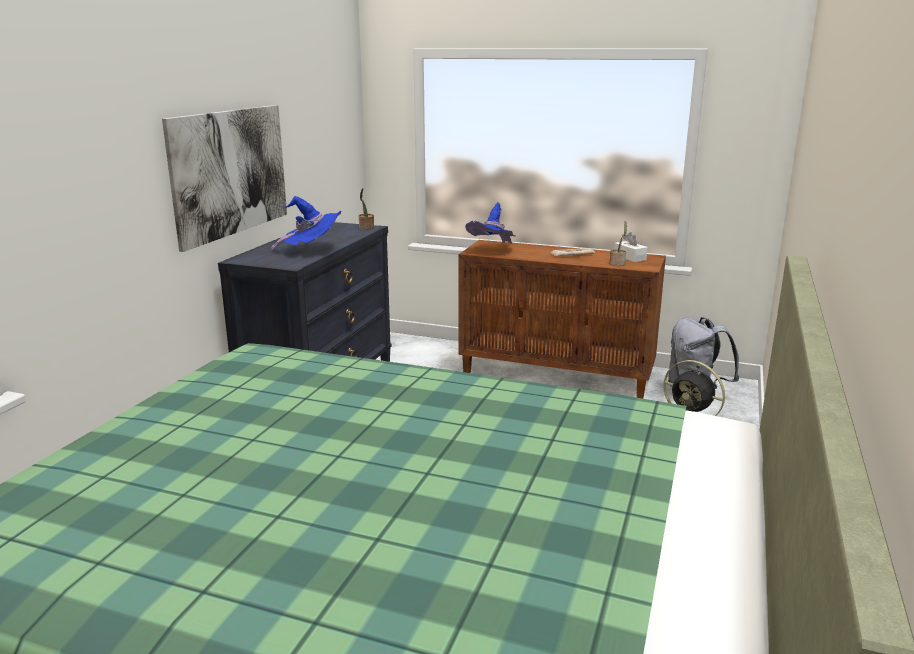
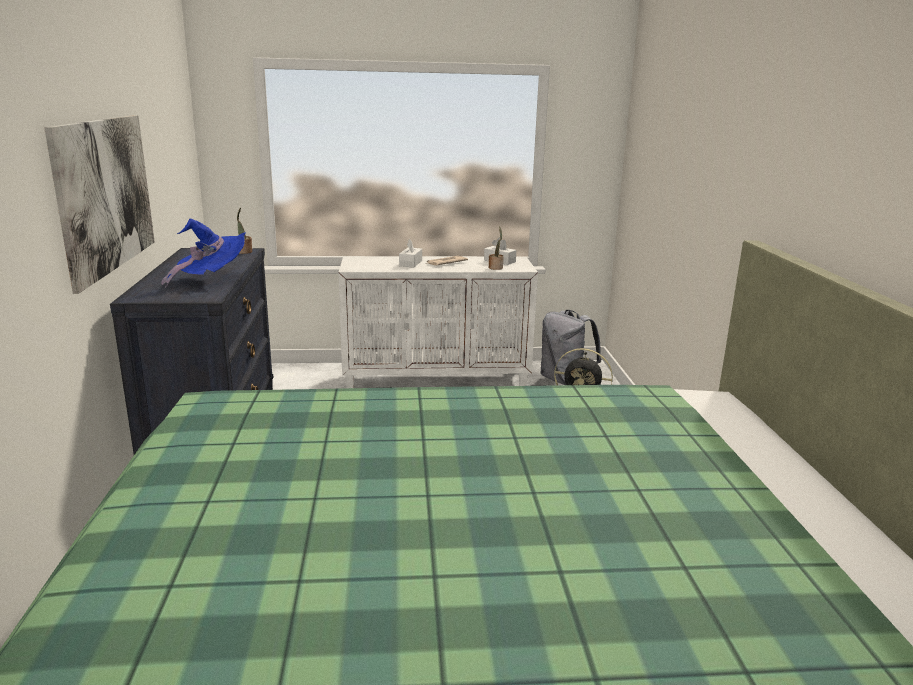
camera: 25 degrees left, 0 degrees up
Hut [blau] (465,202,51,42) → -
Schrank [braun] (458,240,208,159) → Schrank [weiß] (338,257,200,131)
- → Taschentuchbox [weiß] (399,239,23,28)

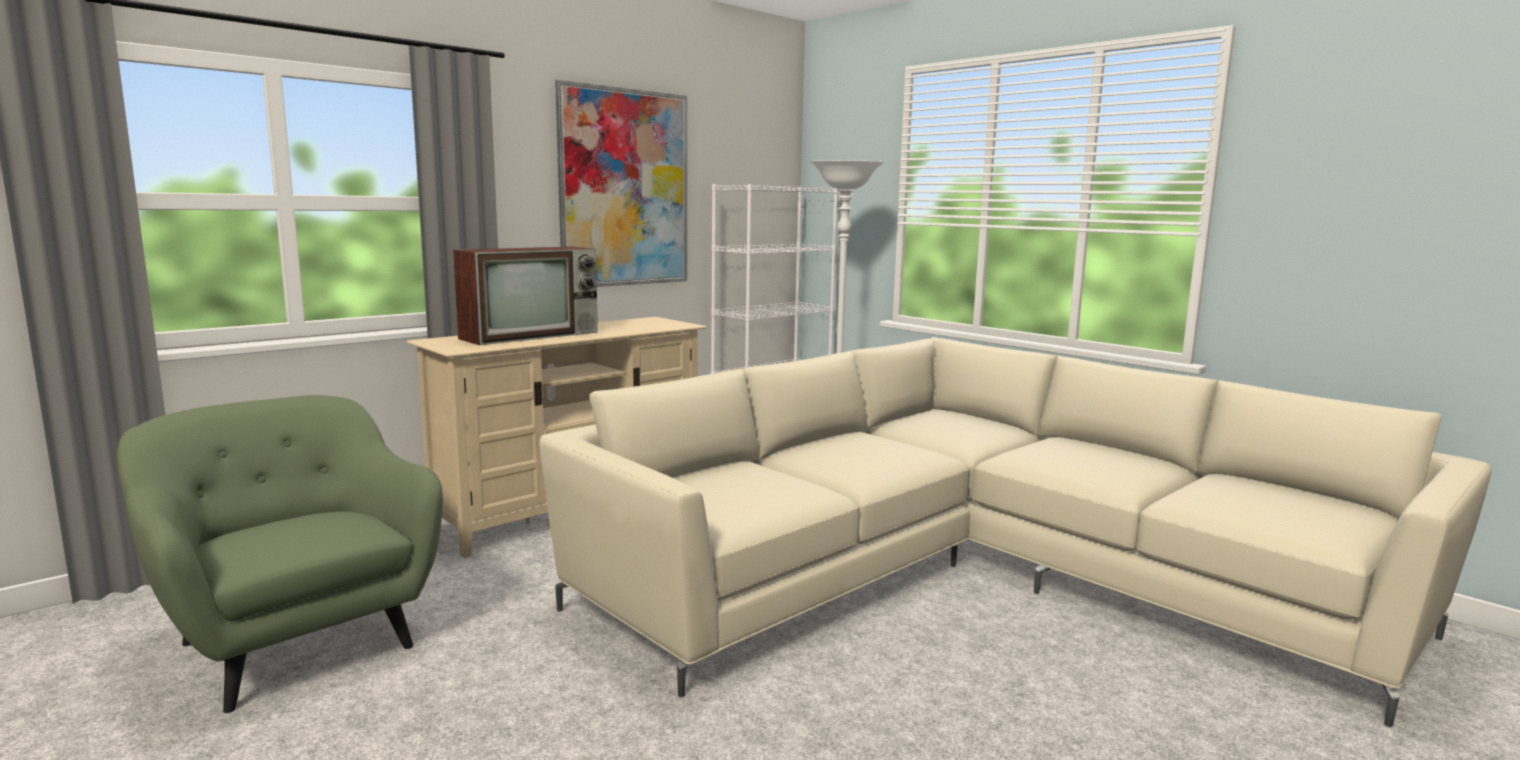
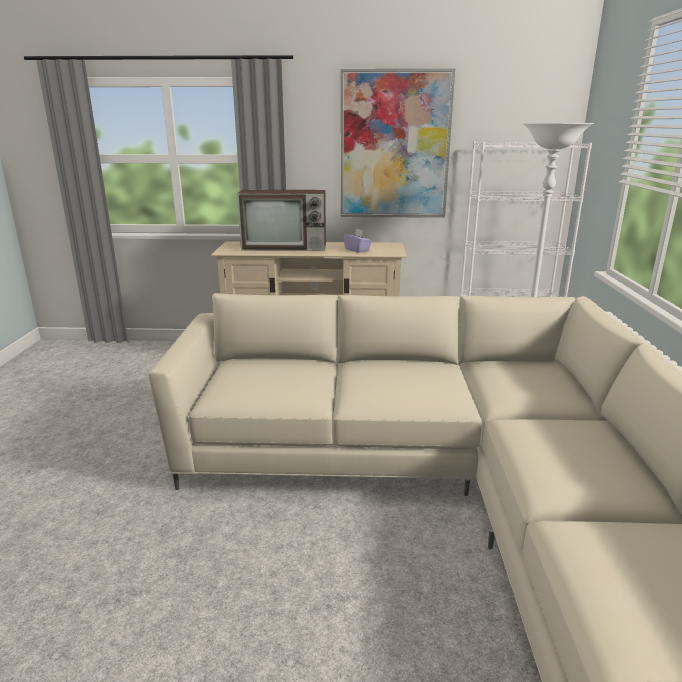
camera: 45 degrees right, 10 degrees up
Sessel [grün] (117,395,326,318) → -
- → Taschentuchbox [lila] (343,229,29,24)

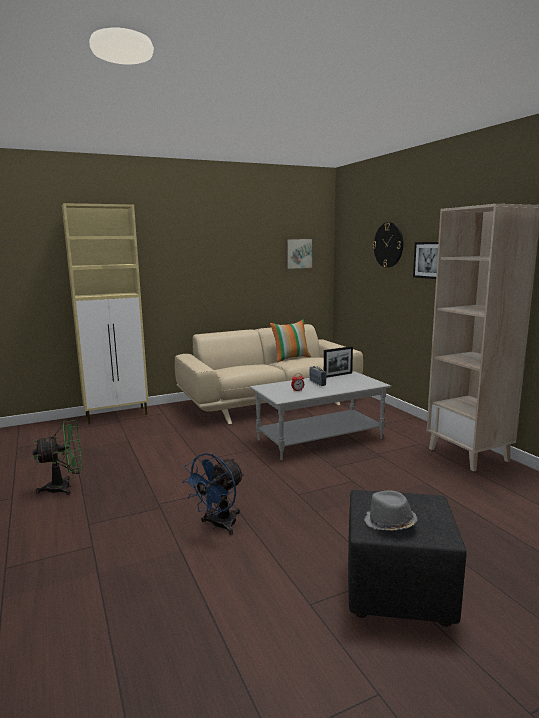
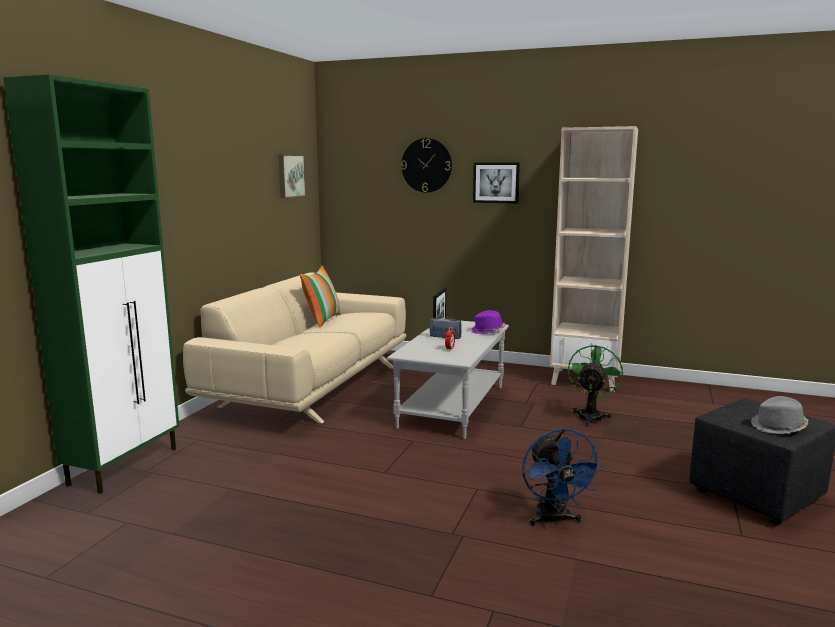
camera: 45 degrees left, 0 degrees up
Schrank [beige] (62,203,87,221) → Schrank [grün] (3,75,176,419)
Ventilator [grün] (32,420,50,75) → Ventilator [grün] (568,343,55,83), shifted
- → Hut [lila] (472,310,34,24)

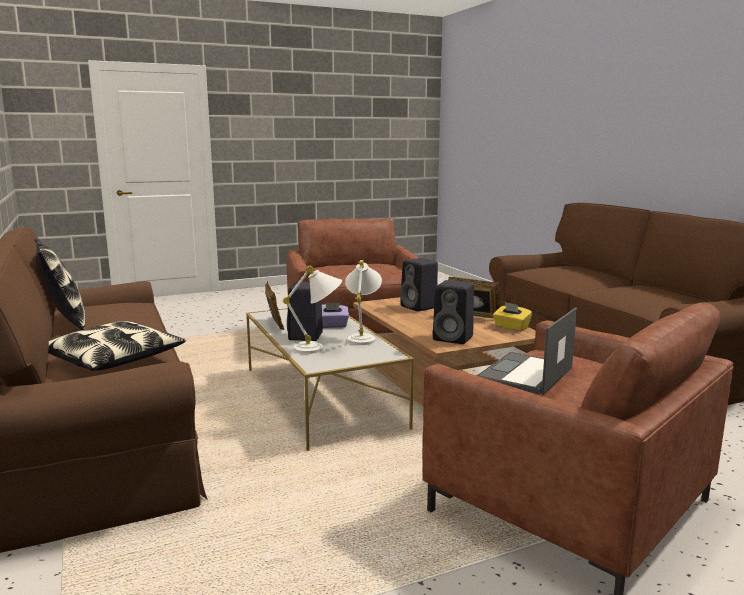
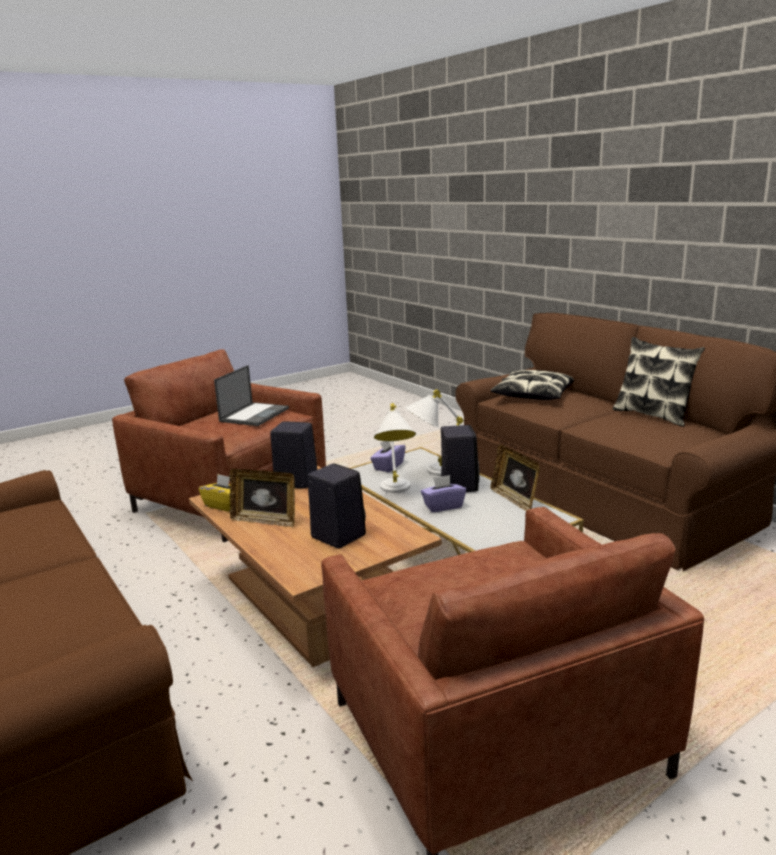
camera: 170 degrees right, 5 degrees up
- → Taschentuchbox [lila] (370,441,35,31)

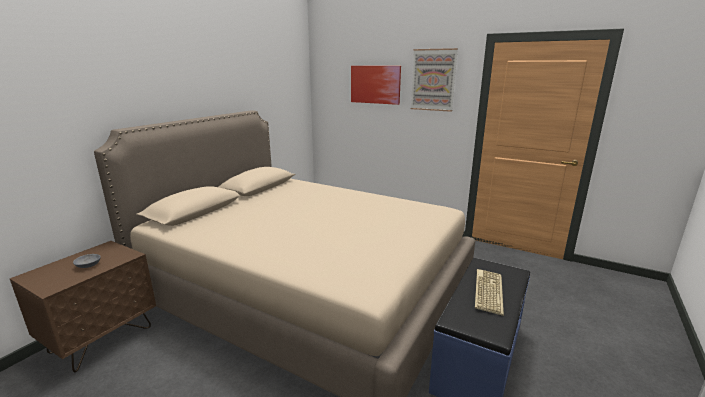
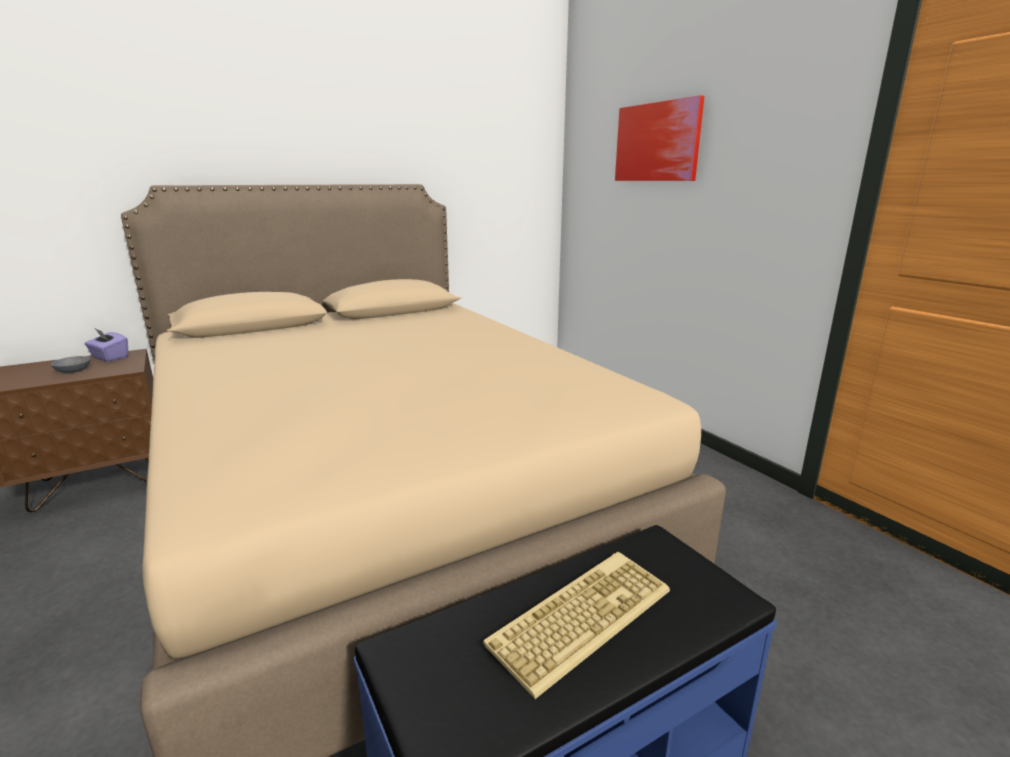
camera: 30 degrees right, 0 degrees up
Bild (411,48,47,64) → -
- → Taschentuchbox [lila] (85,329,43,33)

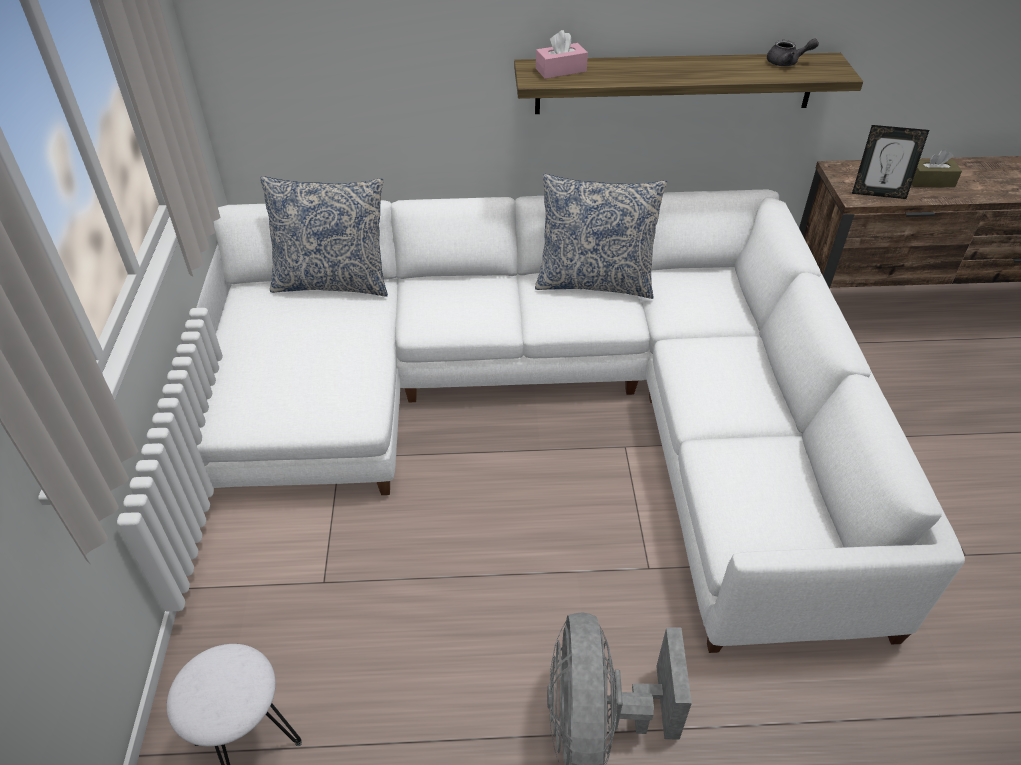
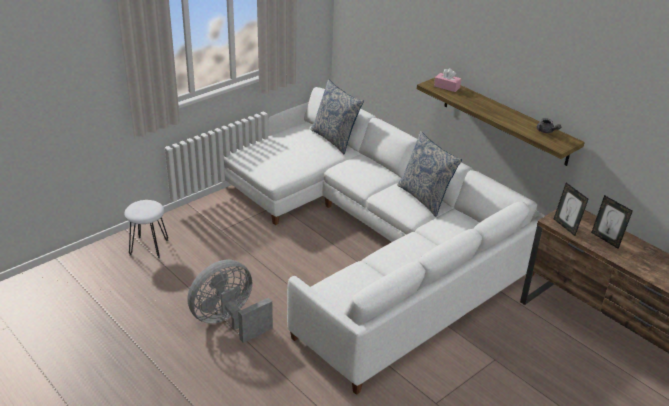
camera: 50 degrees right, 10 degrees down
Taschentuchbox [braun] (912,150,50,37) → Bilderrahmen (591,195,42,54)

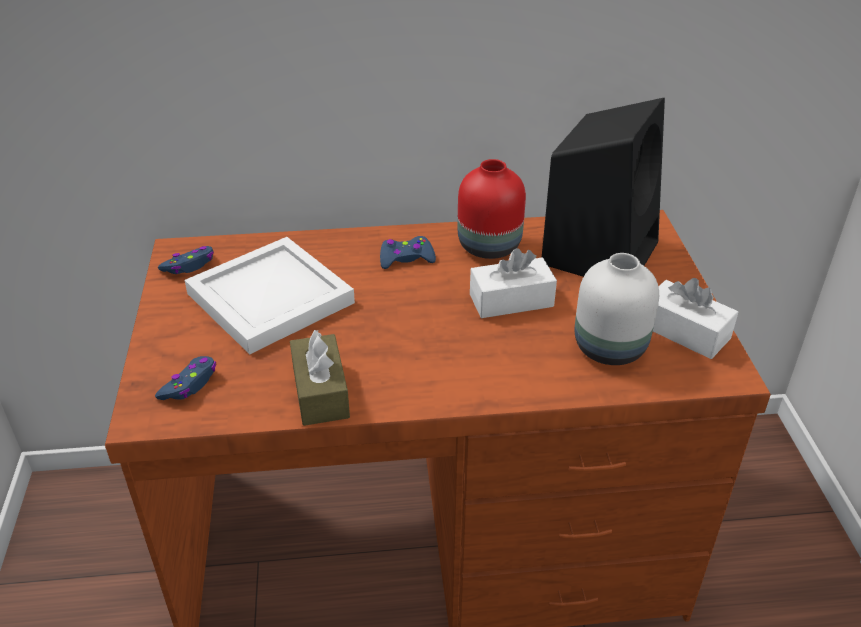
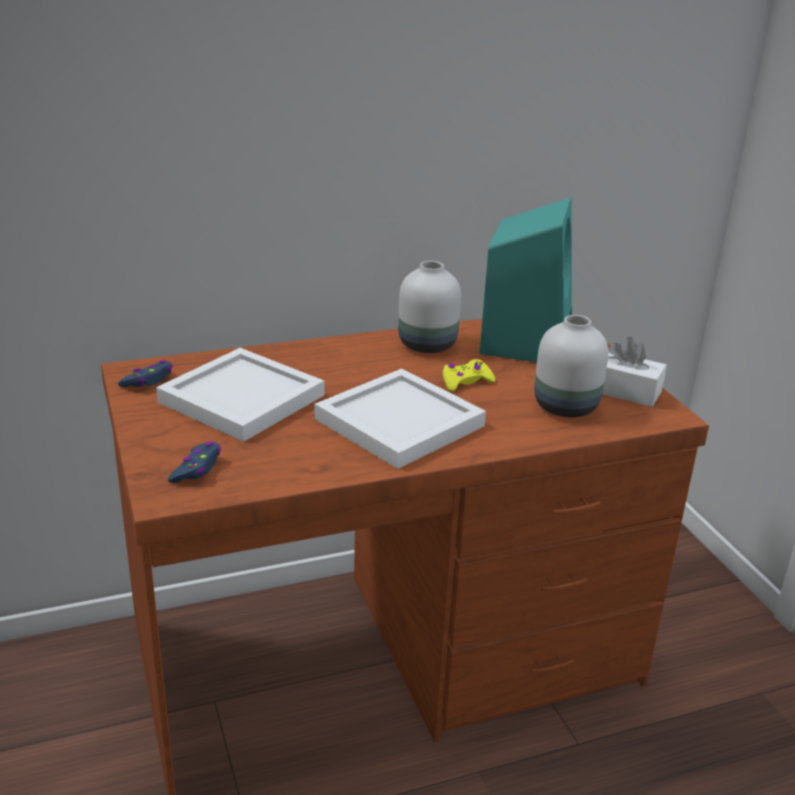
camera: 15 degrees left, 10 degrees down
Lautsprecher [schwarz] (542,98,123,179) → Lautsprecher [türkis] (479,197,93,165)
Vase [rot] (458,159,68,100) → Vase [weiß] (398,261,63,92)
Gamepad [blau] (380,236,56,33) → -
Taschentuchbox [weiß] (470,248,87,70) → Gamepad [gelb] (442,359,54,32)
Taschentuchbox [braun] (290,330,60,96) → -
- → Tablett [weiß] (315,368,171,101)

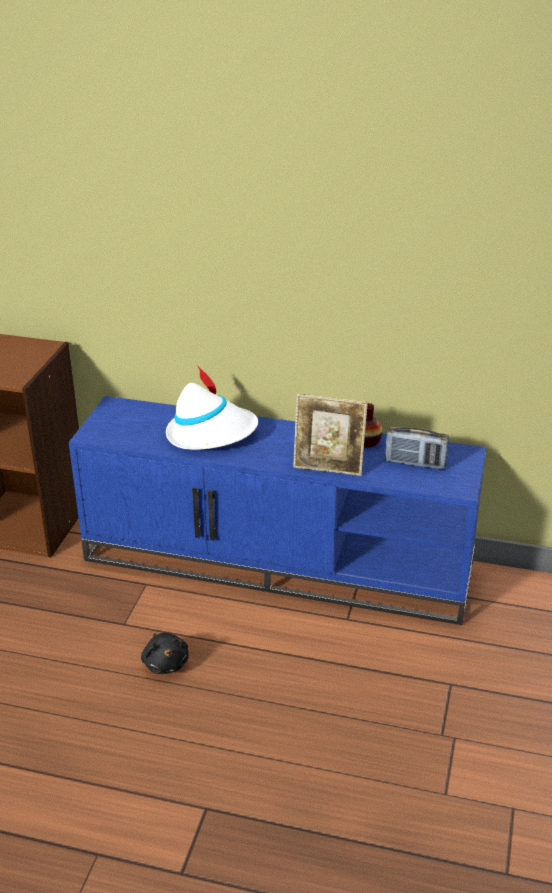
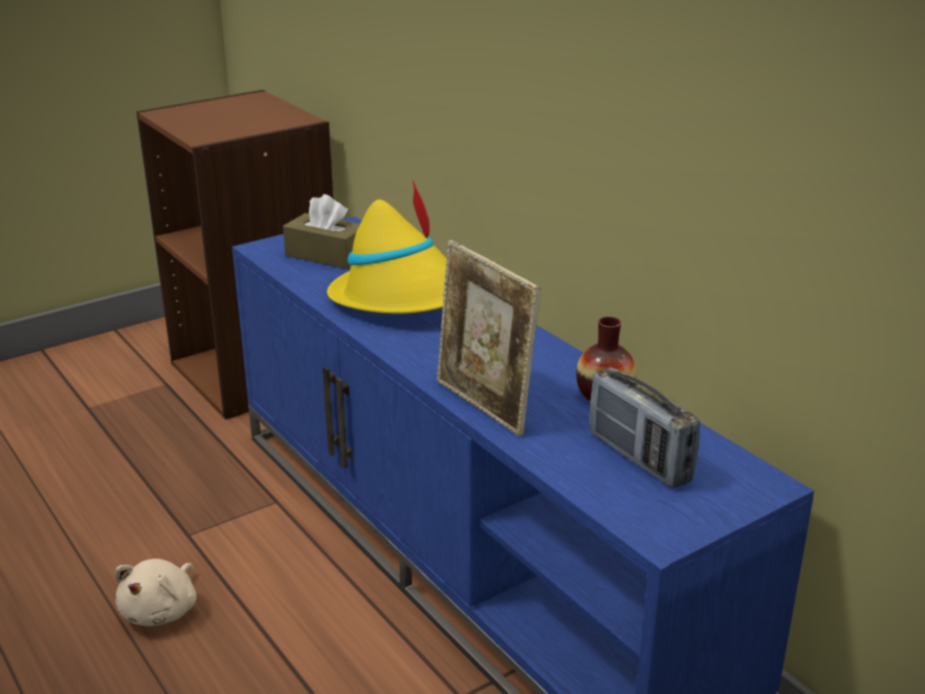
camera: 40 degrees right, 5 degrees down
Hut [weiß] (166,365,92,85) → Hut [gelb] (327,179,120,135)
Plüschtier [schwarz] (141,633,48,41) → Plüschtier [beige] (115,559,82,67)
- → Taschentuchbox [braun] (283,194,77,75)

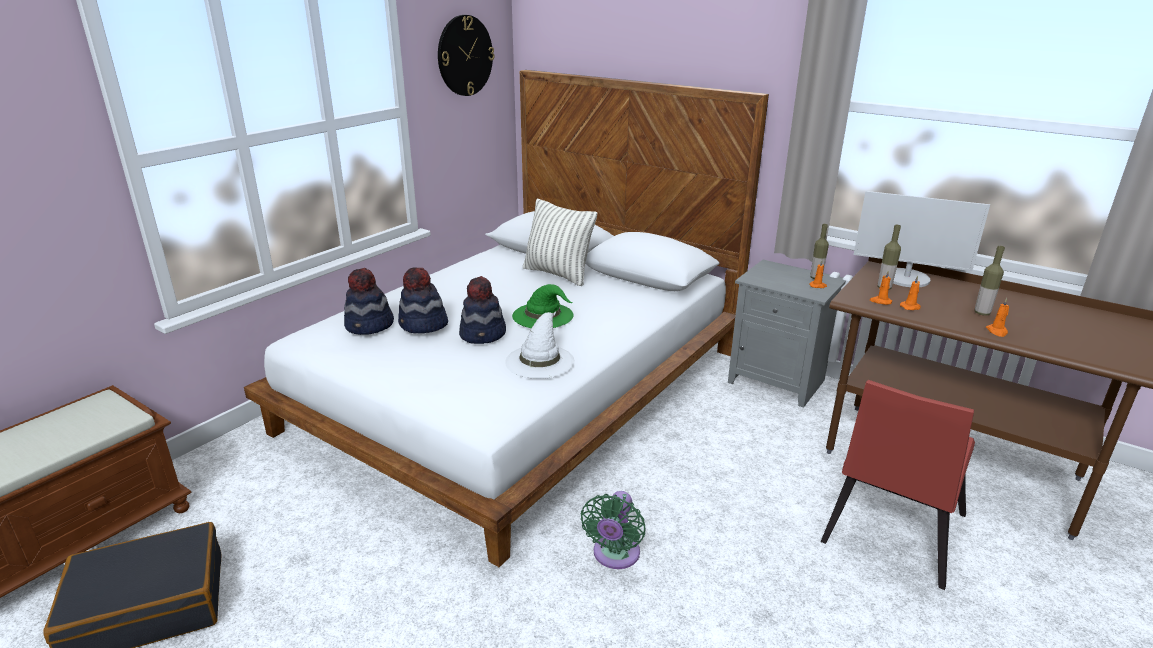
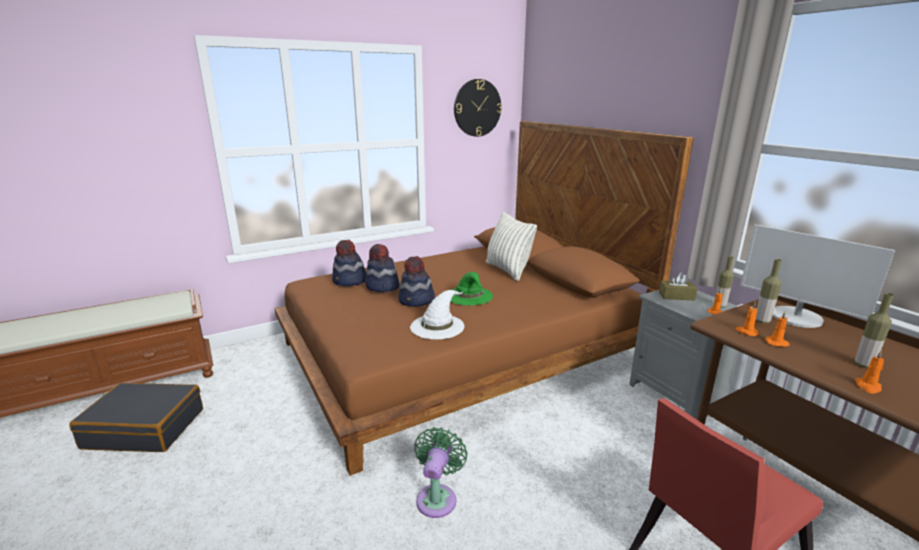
camera: 25 degrees right, 5 degrees down
Bett [weiß] (244,70,525,497) → Bett [braun] (275,121,419,355)
Ventilator [grün] (580,491,66,78) → Ventilator [grün] (414,427,53,91), 150 degrees clockwise
- → Taschentuchbox [braun] (659,273,39,28)

